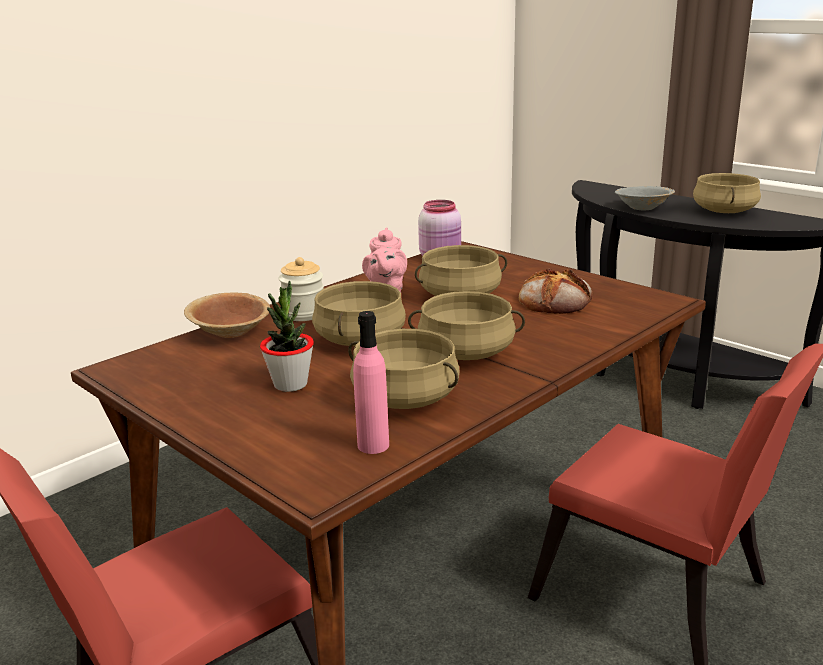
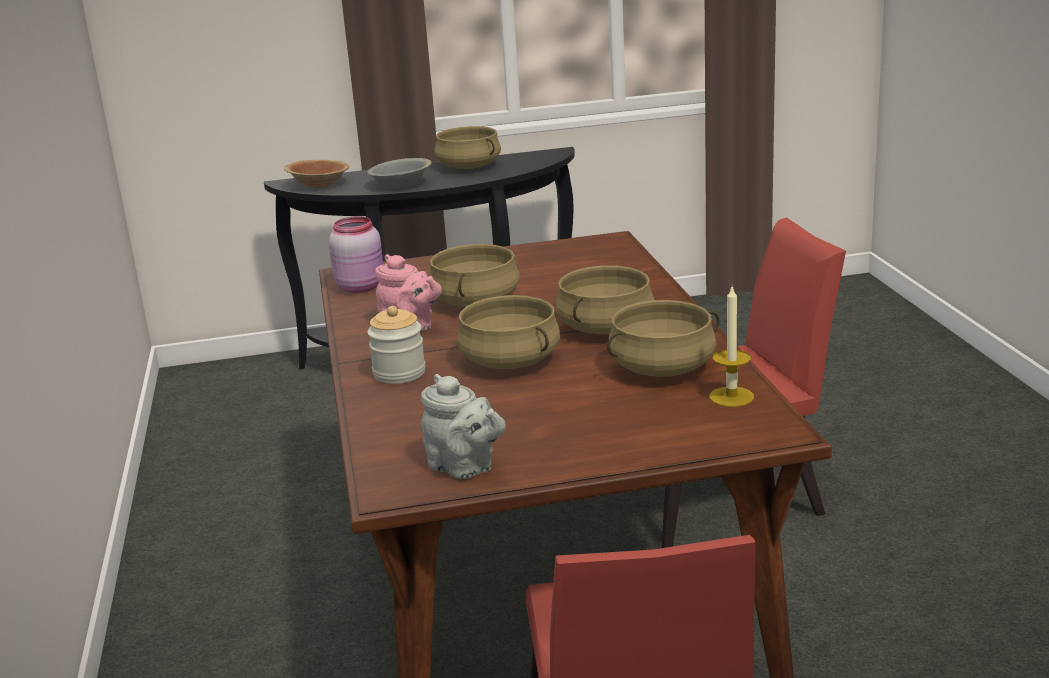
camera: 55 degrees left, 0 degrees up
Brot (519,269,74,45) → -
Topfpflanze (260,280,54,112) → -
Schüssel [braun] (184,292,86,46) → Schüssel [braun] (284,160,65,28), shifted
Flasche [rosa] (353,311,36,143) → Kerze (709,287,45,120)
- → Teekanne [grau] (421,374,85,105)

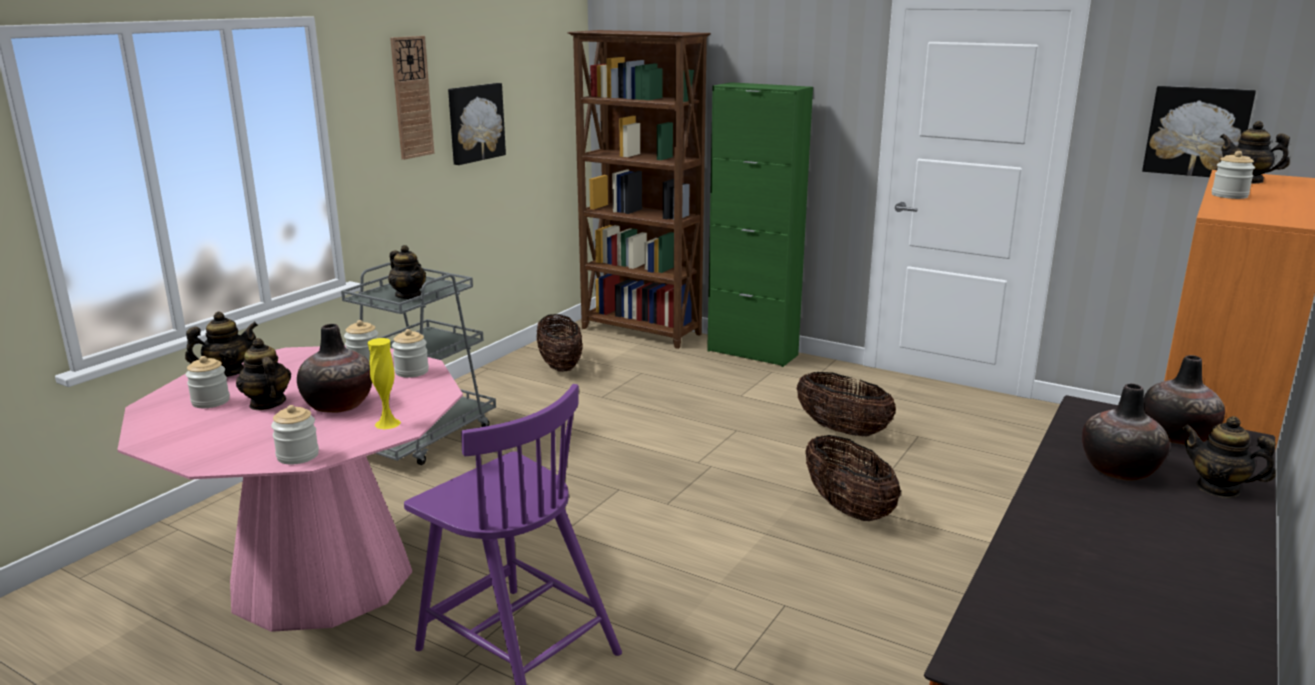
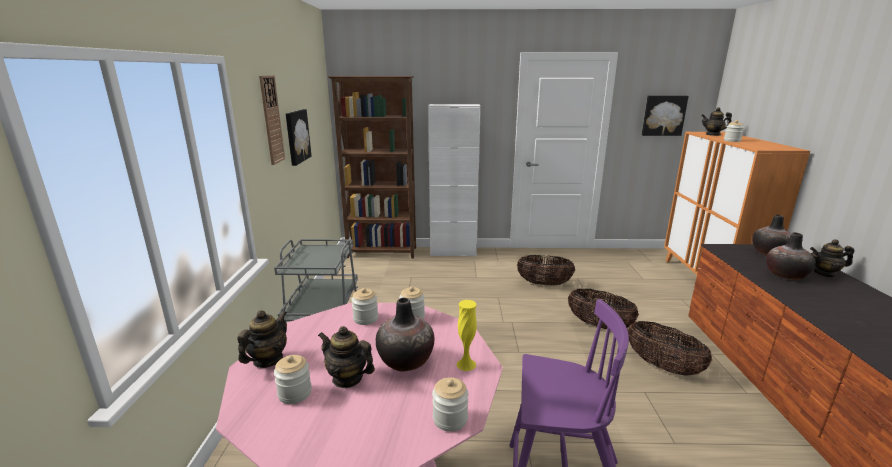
camera: 30 degrees left, 0 degrees up
Schrank [grün] (707,82,106,285) → Schrank [weiß] (428,104,53,153)
Teekanne (388,245,38,54) → -
Korb (537,314,46,58) → Korb (628,321,84,54), shifted

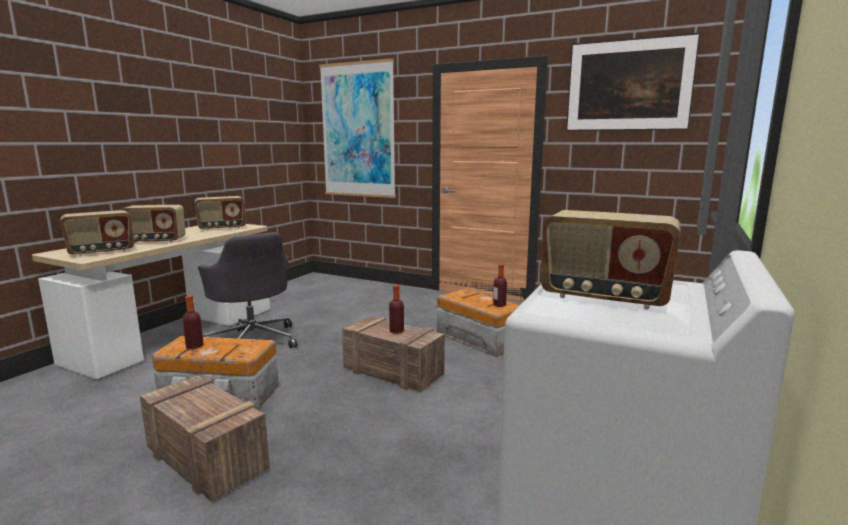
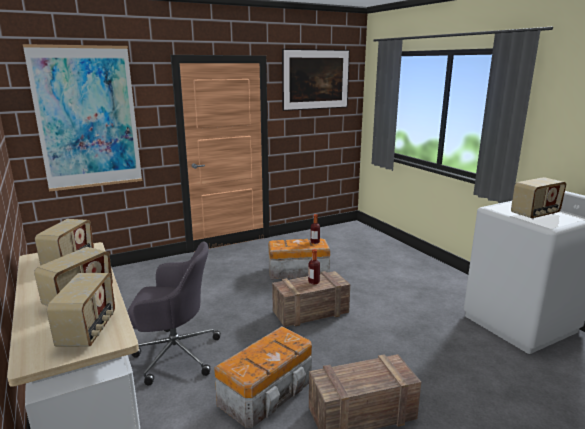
camera: 55 degrees left, 5 degrees up
Flasche (182,295,22,54) → -

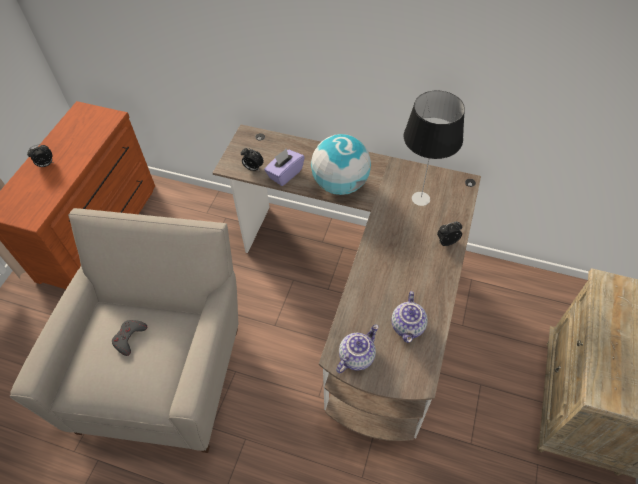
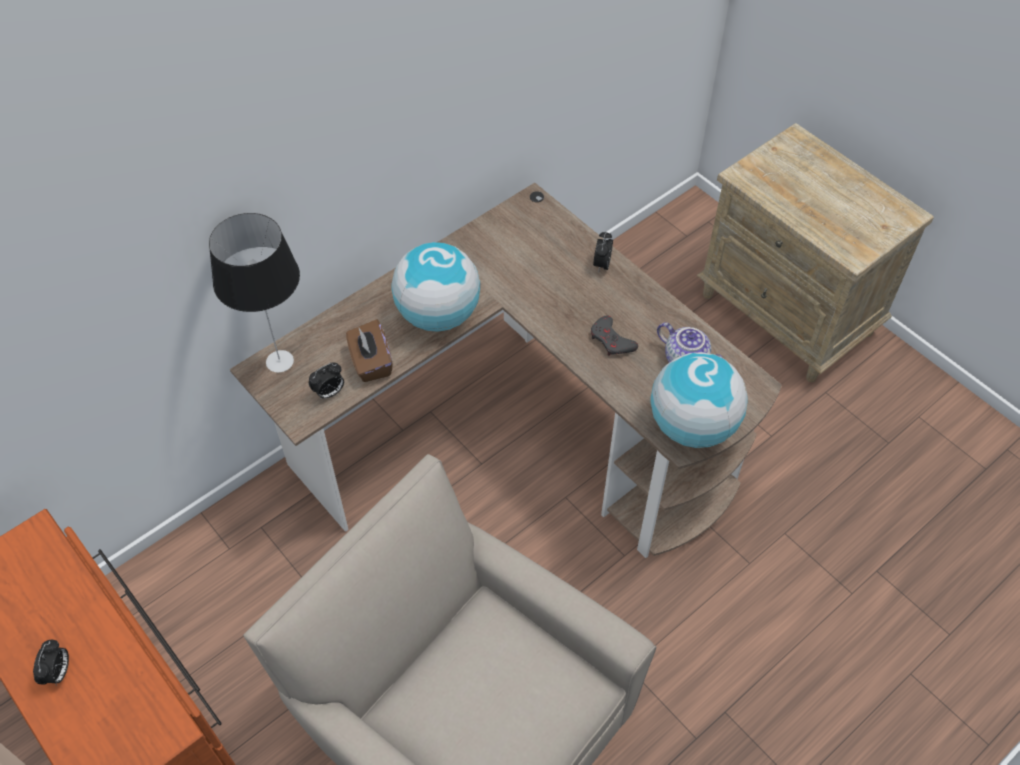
camera: 60 degrees left, 0 degrees up
Tischlampe (403,90,62,116) → Tischlampe (209,213,91,159), shifted
Taschentuchbox [lila] (264,148,41,38) → Taschentuchbox [braun] (346,319,47,63)
Gamepad [grau] (112,320,35,36) → Gamepad [grau] (591,315,47,41), shifted
Teekanne (336,325,42,48) → Globus (650,352,98,96)

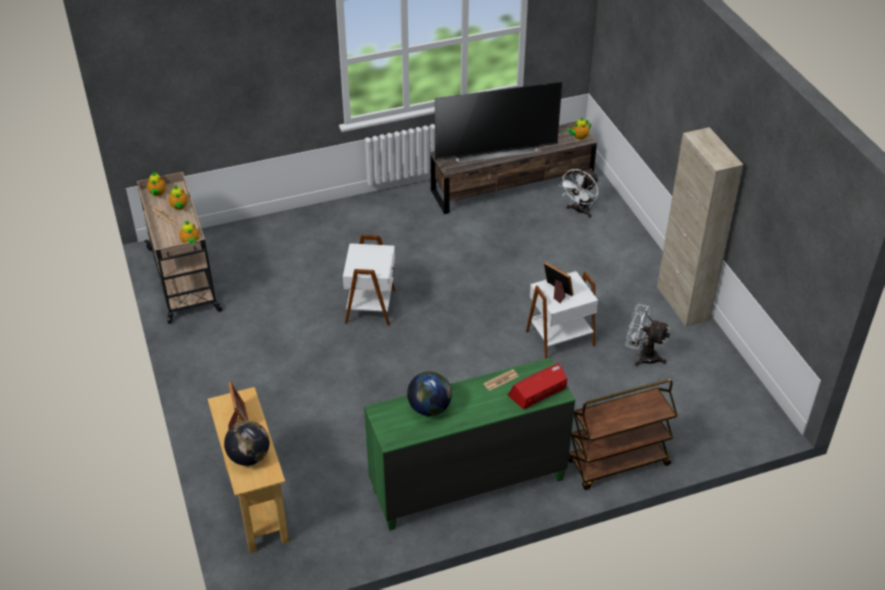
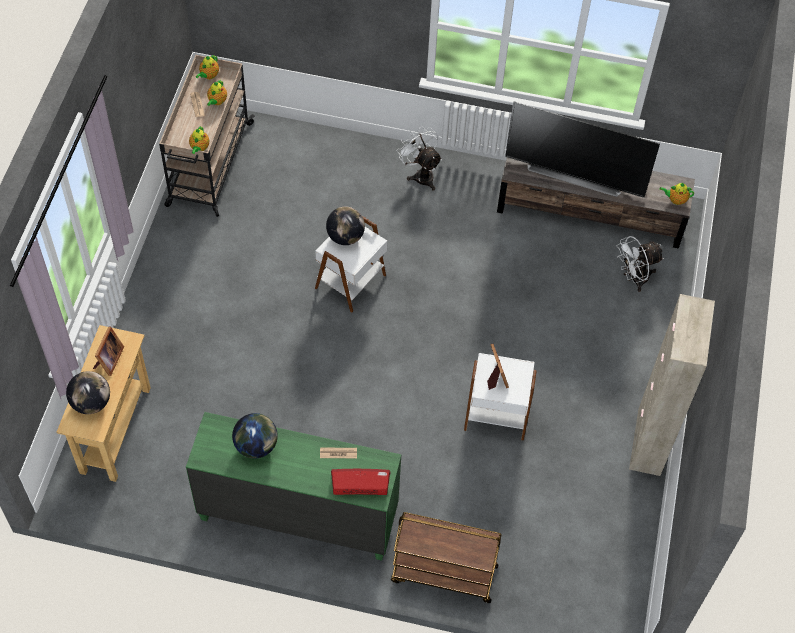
camera: 30 degrees right, 15 degrees up
Ventilator [weiß] (626,304,44,62) → Ventilator [weiß] (397,126,45,65), shifted
- → Globus (326,206,39,39)

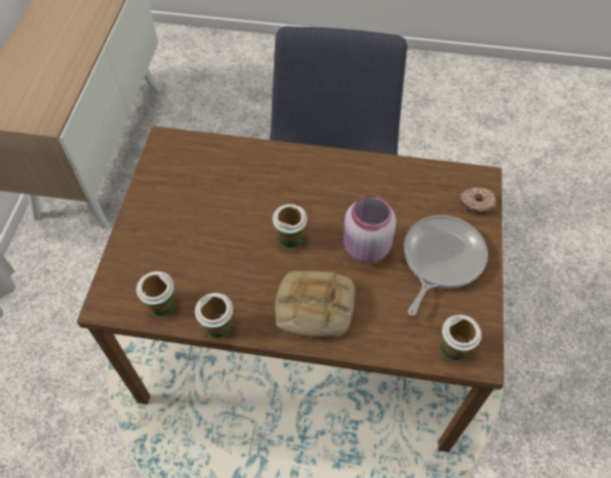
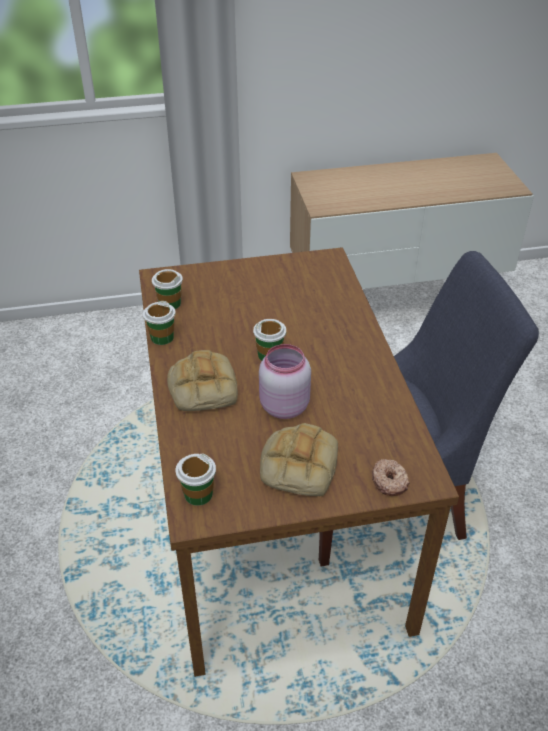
camera: 70 degrees right, 15 degrees down
Pfanne (404,215,84,101) → Brot (260,423,78,73)

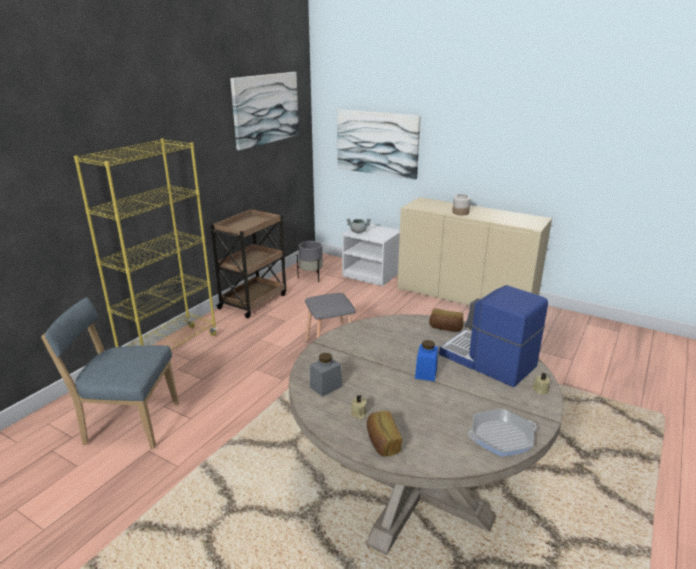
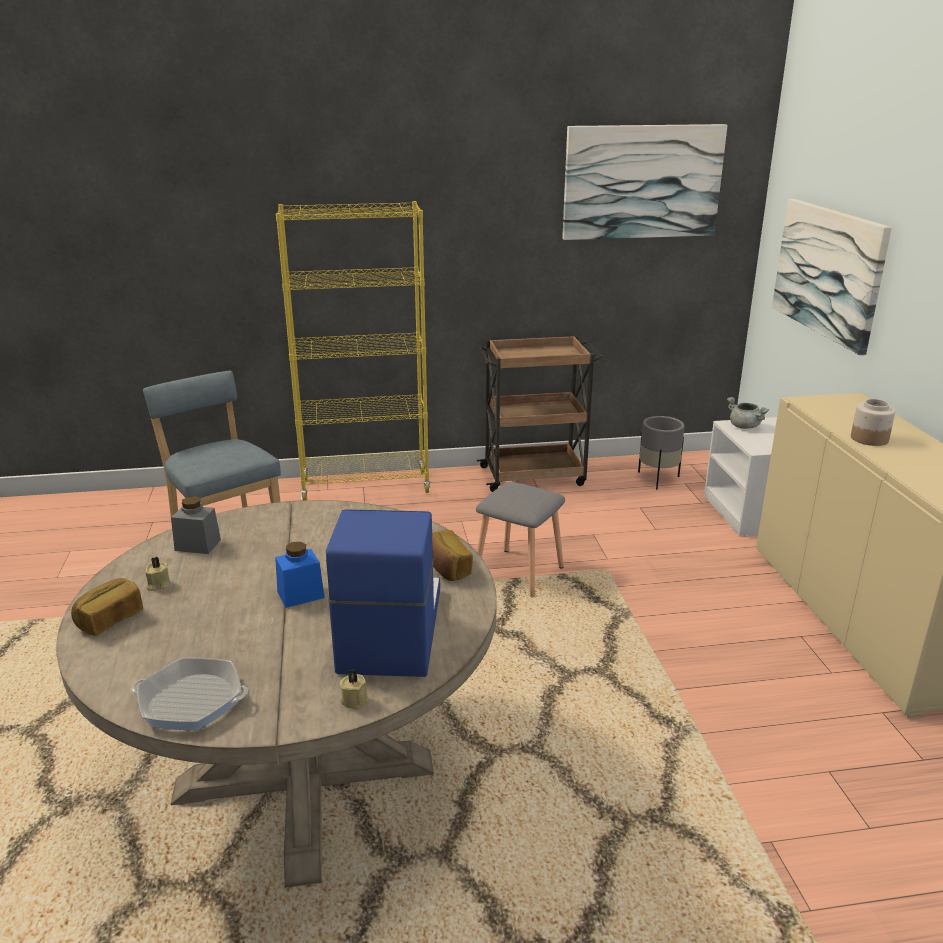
camera: 50 degrees right, 0 degrees up
Pfanne (468,409,69,48) → Pfanne (131,657,117,73), 150 degrees clockwise

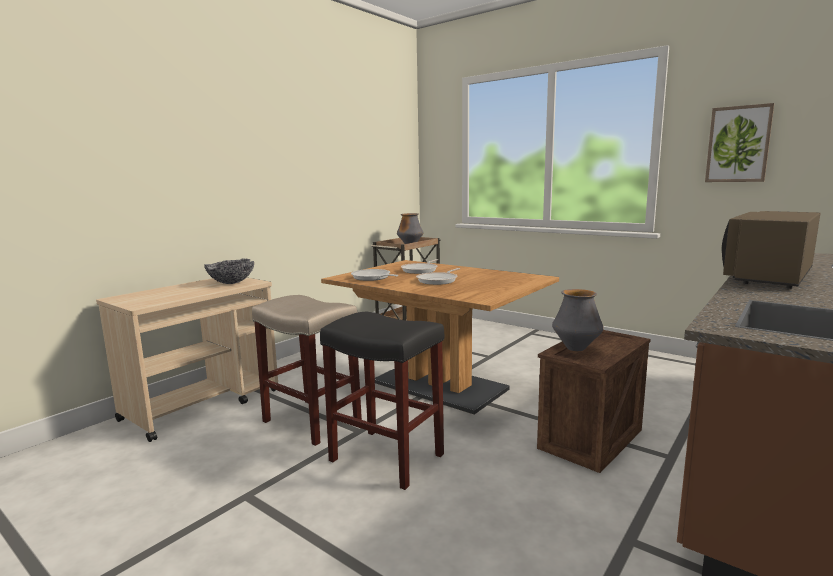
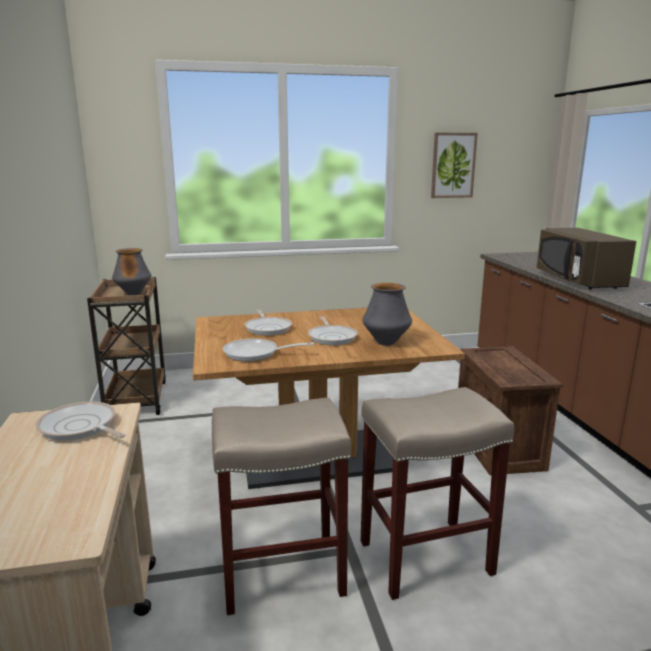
camera: 50 degrees left, 5 degrees up
Schüssel (204,258,50,26) → Pfanne (35,401,91,40)
Vase (552,289,52,62) → Vase (362,283,50,63), shifted
Hocker [schwarz] (320,312,124,178) → Hocker [beige] (361,387,153,213)

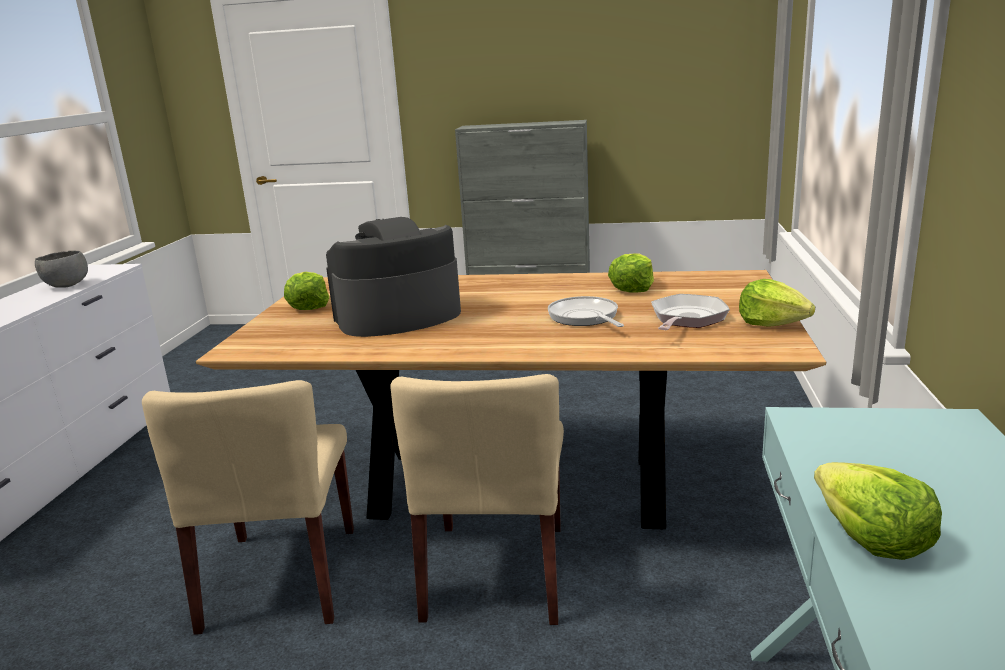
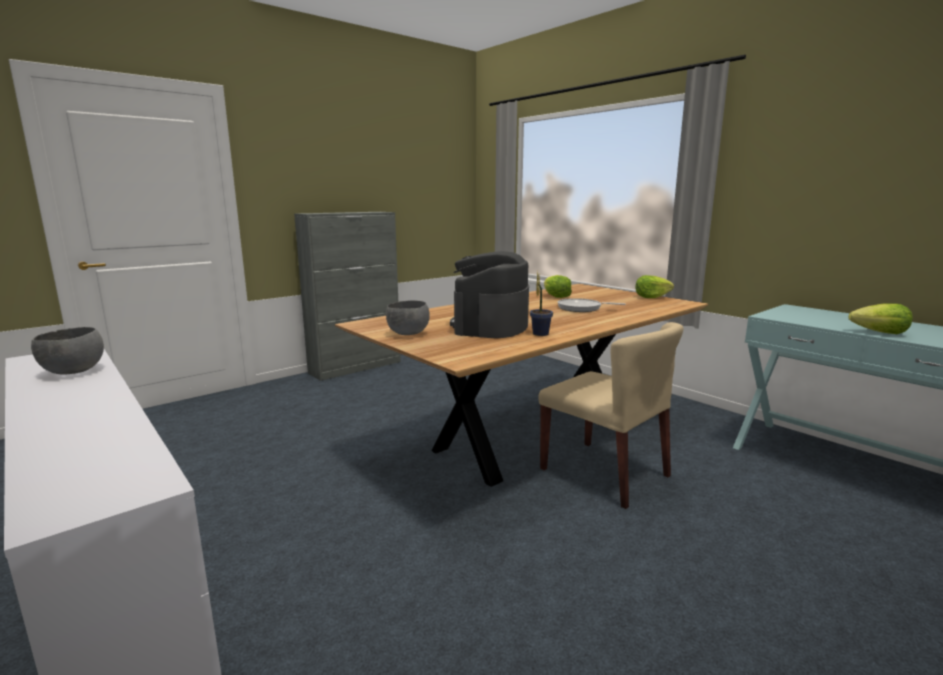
camera: 50 degrees left, 5 degrees down
Salatkopf (284,272,45,38) → Schüssel [grau] (386,300,44,35)
Pfanne (651,294,79,36) → -
Stuhl [beige] (142,380,212,255) → -
- → Topfpflanze (530,272,23,64)

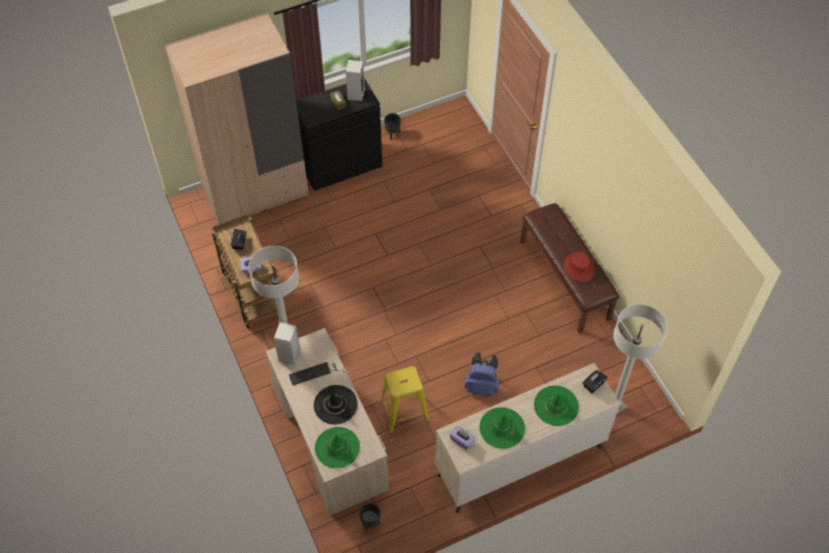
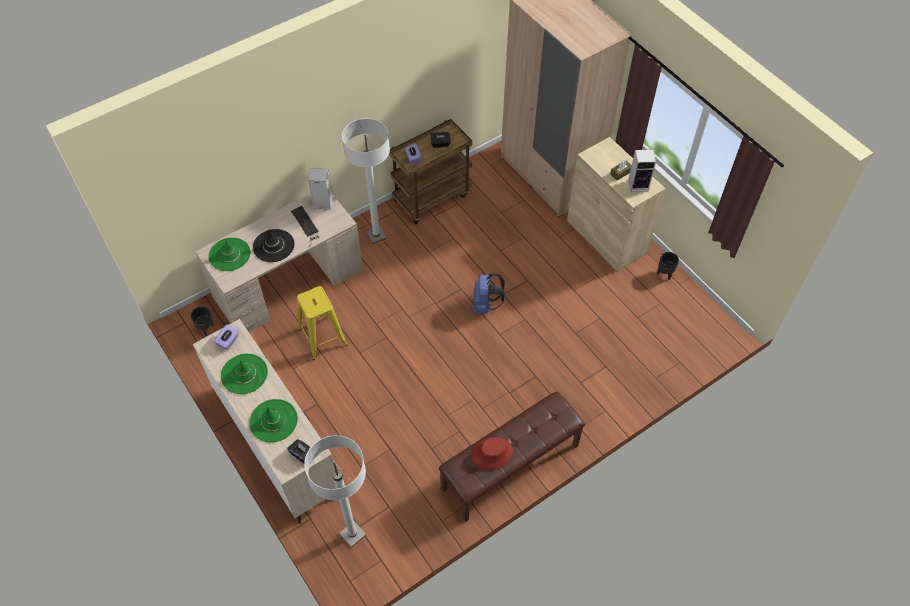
camera: 80 degrees right, 0 degrees up
Schrank [schwarz] (296,78,86,113) → Schrank [beige] (567,137,99,135)
Rucksack [blau] (465,352,34,45) → Rucksack [blau] (474,273,31,41), shifted

